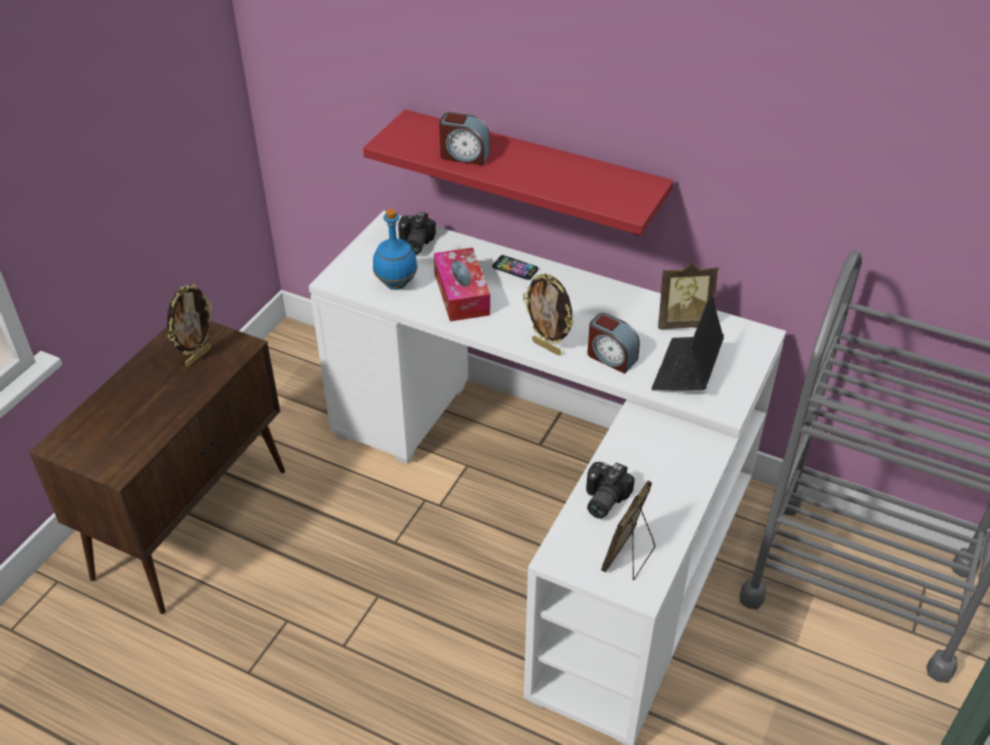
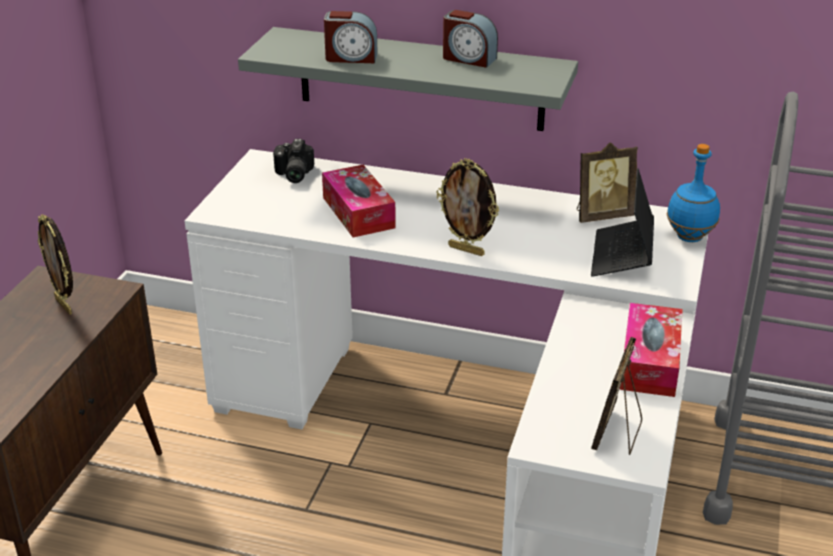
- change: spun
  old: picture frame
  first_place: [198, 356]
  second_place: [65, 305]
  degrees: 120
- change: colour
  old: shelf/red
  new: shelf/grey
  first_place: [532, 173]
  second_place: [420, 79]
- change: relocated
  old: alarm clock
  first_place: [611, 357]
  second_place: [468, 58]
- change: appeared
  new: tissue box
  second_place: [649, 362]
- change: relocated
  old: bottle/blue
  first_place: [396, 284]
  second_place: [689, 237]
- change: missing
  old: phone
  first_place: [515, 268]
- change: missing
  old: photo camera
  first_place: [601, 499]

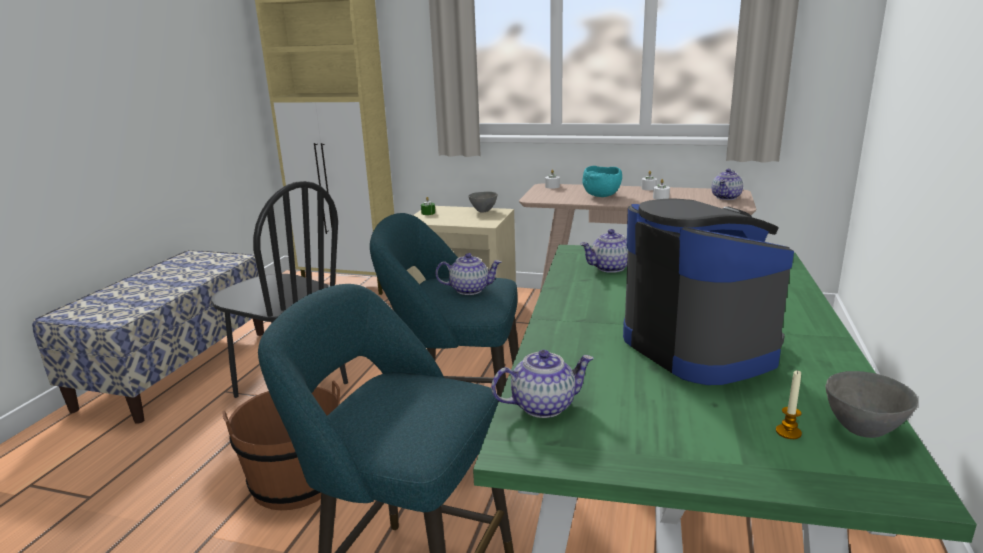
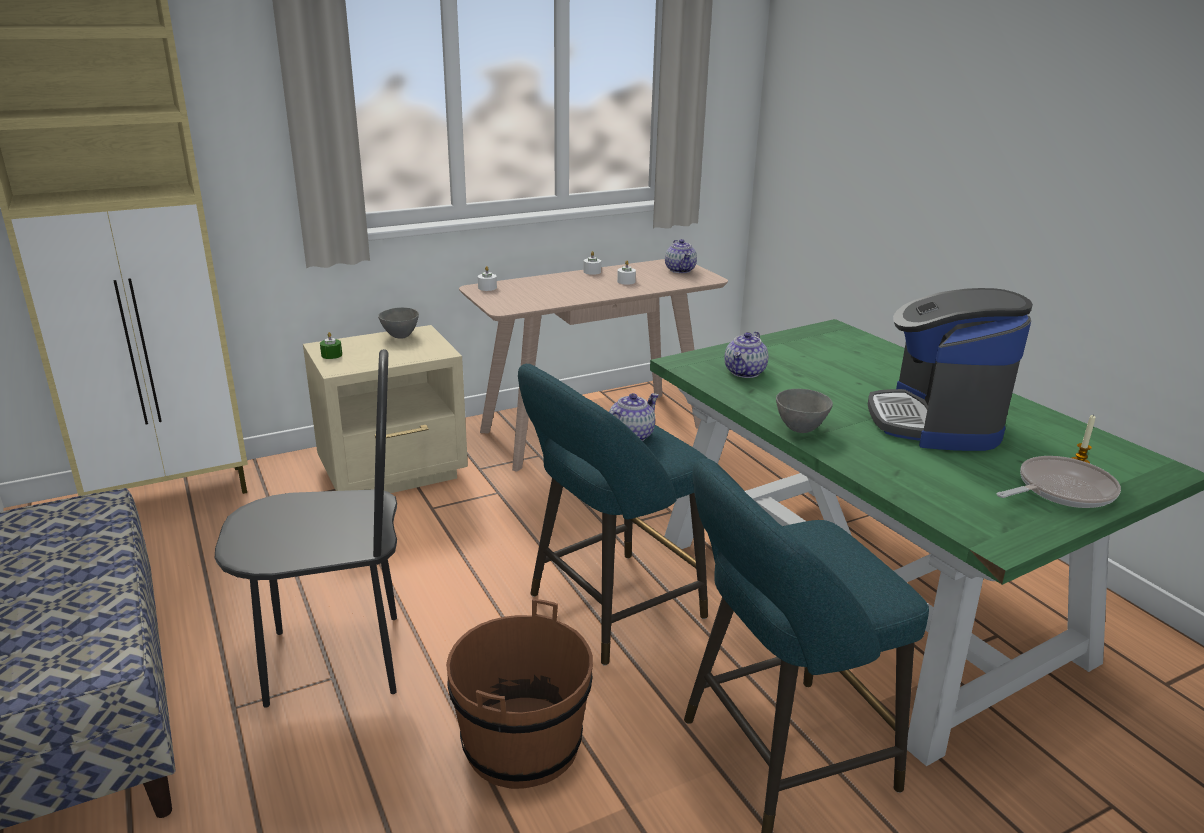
- change: relocated
  old: bowl/grey
  first_place: [863, 430]
  second_place: [800, 429]
- change: spun
  old: coffee machine
  first_place: [699, 346]
  second_place: [935, 422]
  degrees: -105
- change: appeared
  new: frying pan
  second_place: [1060, 490]
- change: missing
  old: teapot
  first_place: [543, 405]
- change: missing
  old: bowl/turquoise
  first_place: [601, 195]

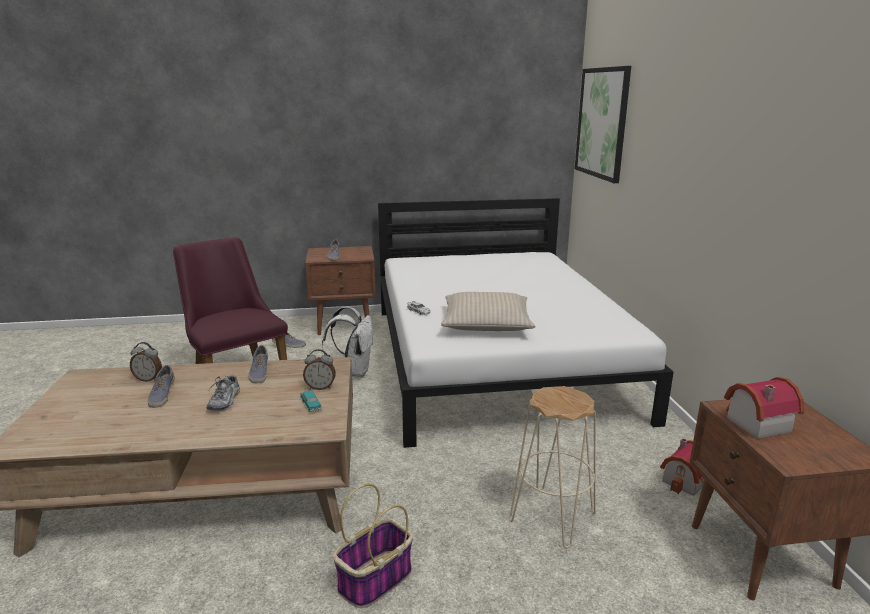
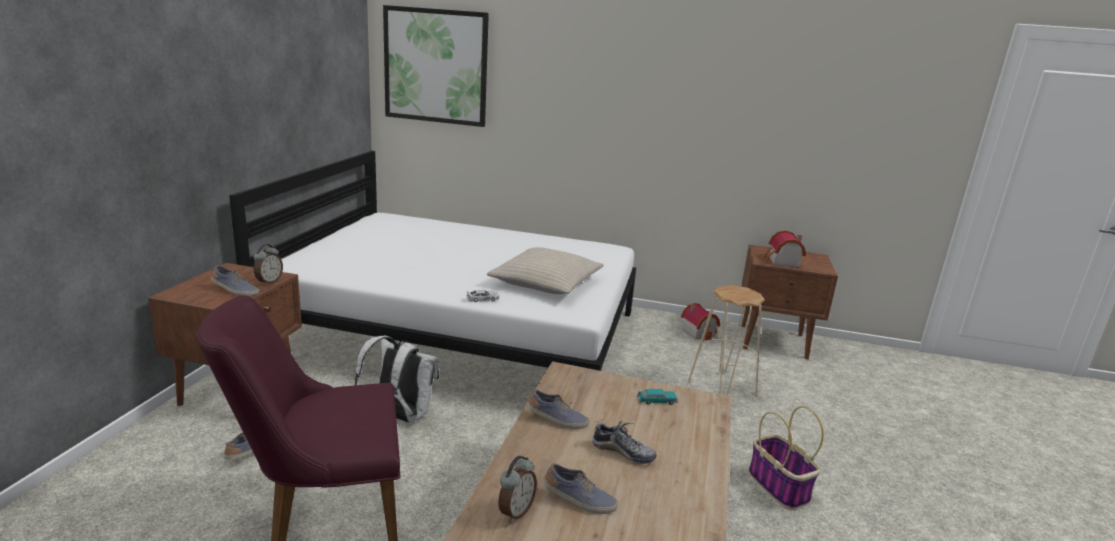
- change: relocated
  old: alarm clock
  first_place: [320, 387]
  second_place: [269, 281]

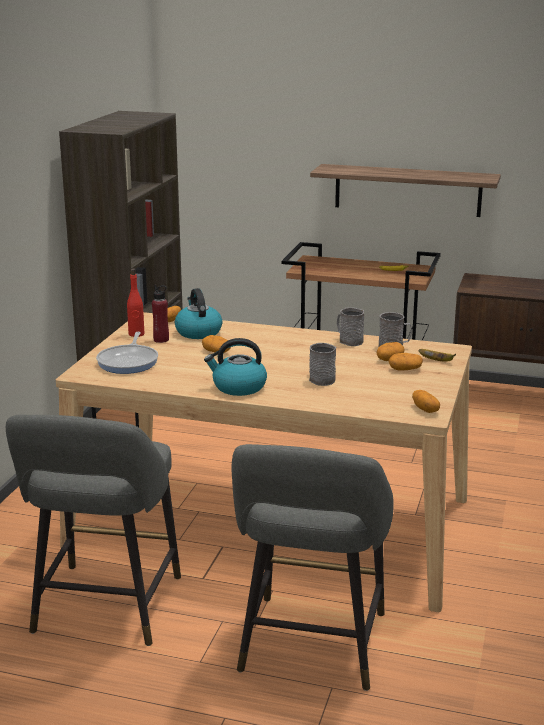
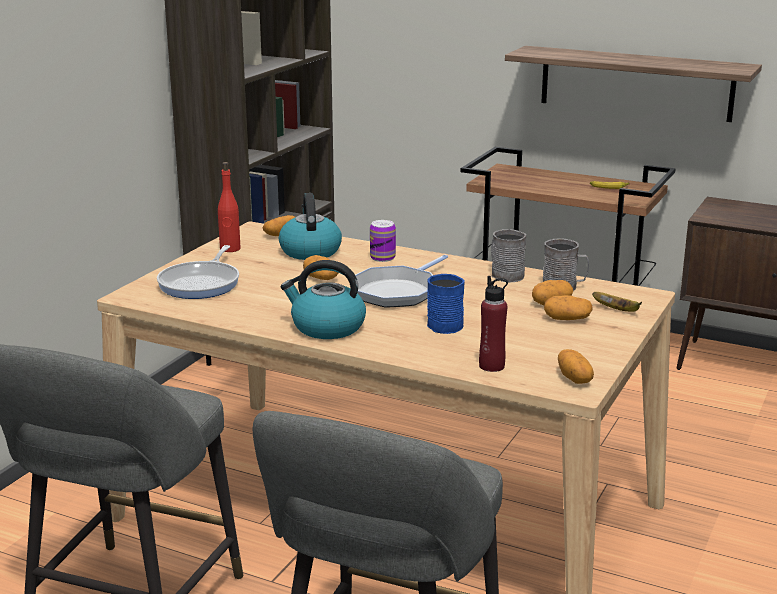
- change: appeared
  new: frying pan
  second_place: [397, 292]
- change: appeared
  new: can
  second_place: [382, 258]
- change: colour
  old: mug/grey
  new: mug/blue
  first_place: [320, 379]
  second_place: [442, 324]
- change: relocated
  old: bottle/red
  first_place: [161, 340]
  second_place: [492, 366]

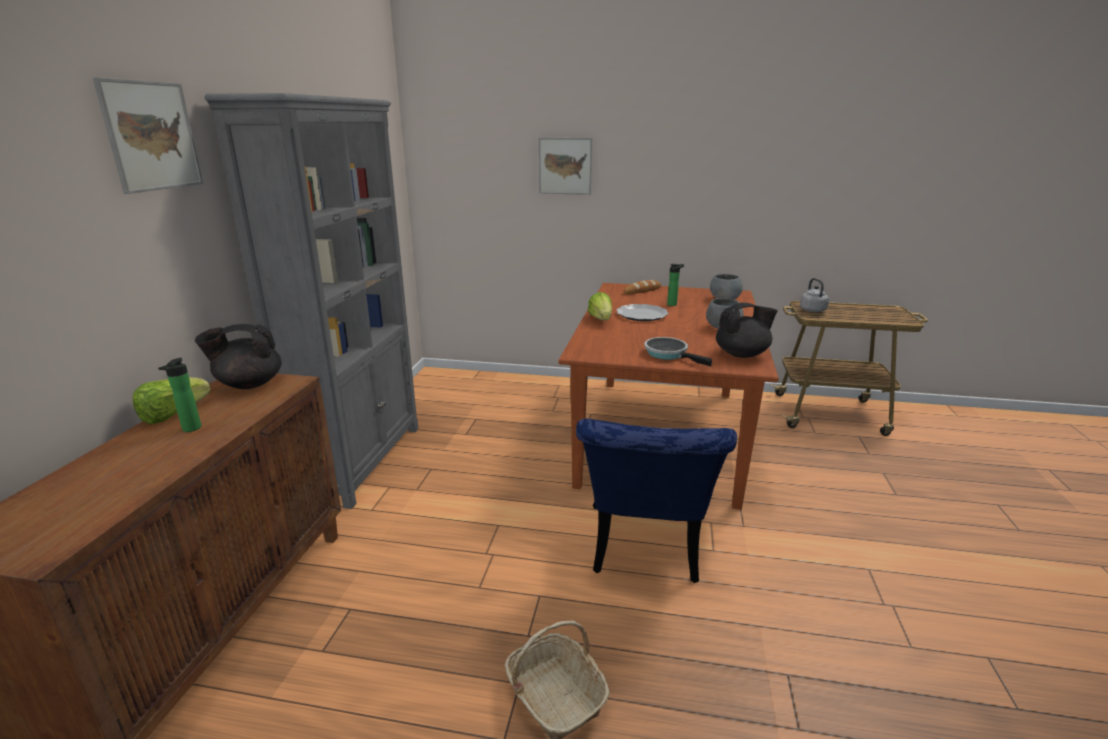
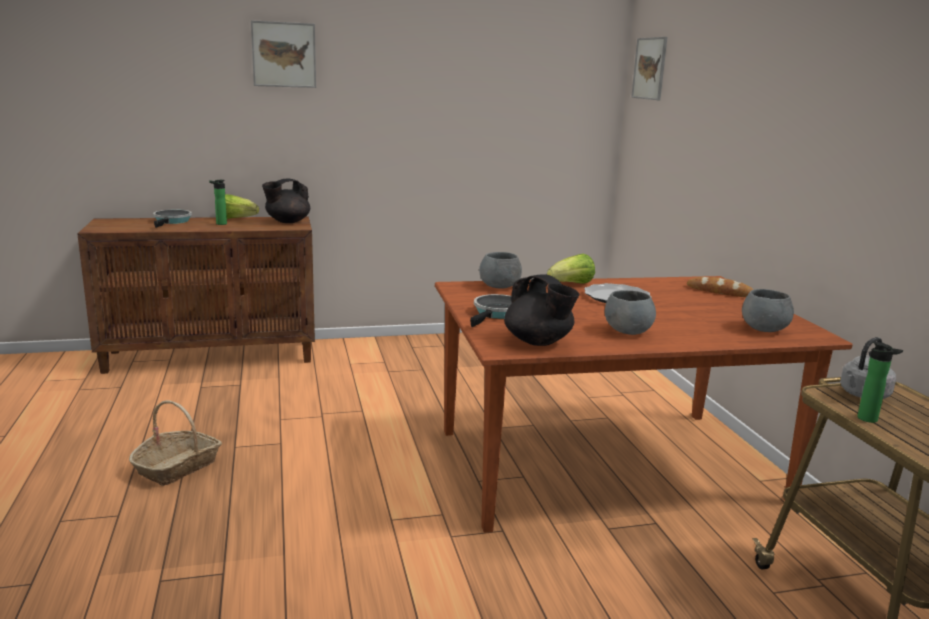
- change: appeared
  new: frying pan
  second_place: [172, 221]
- change: spun
  old: teapot/black
  first_place: [249, 384]
  second_place: [287, 221]
  degrees: -90
- change: appeared
  new: bowl/grey
  second_place: [500, 287]
- change: relocated
  old: picture
  first_place: [565, 166]
  second_place: [649, 68]
- change: relocated
  old: bottle
  first_place: [673, 304]
  second_place: [870, 420]
- change: missing
  old: bookcase/grey
  first_place: [362, 460]
- change: missing
  old: chair/blue
  first_place: [643, 550]

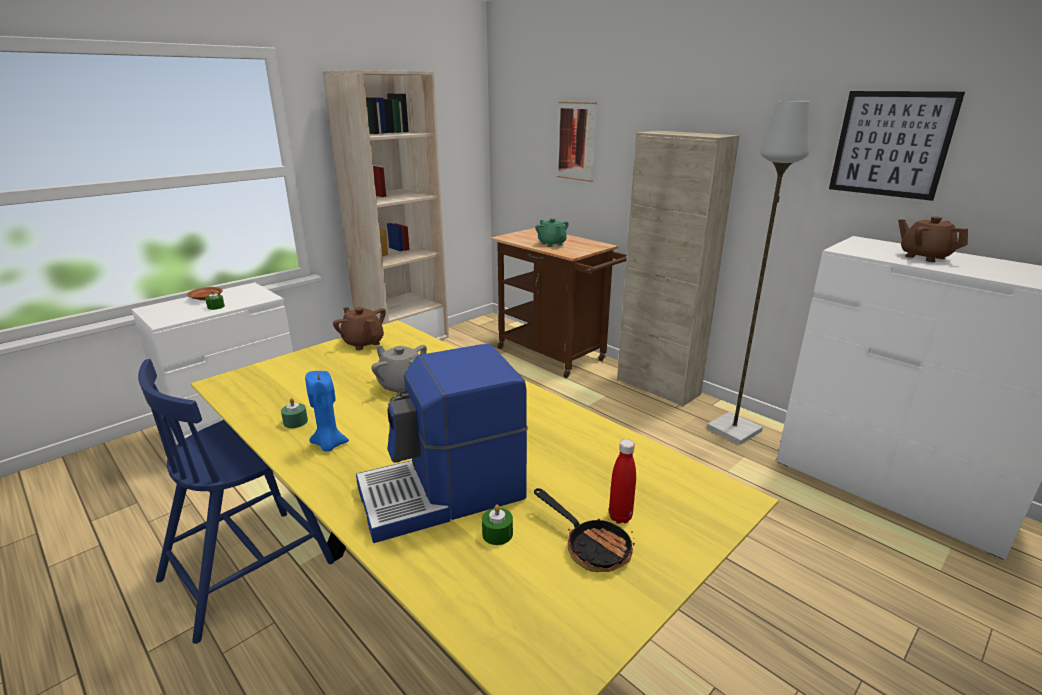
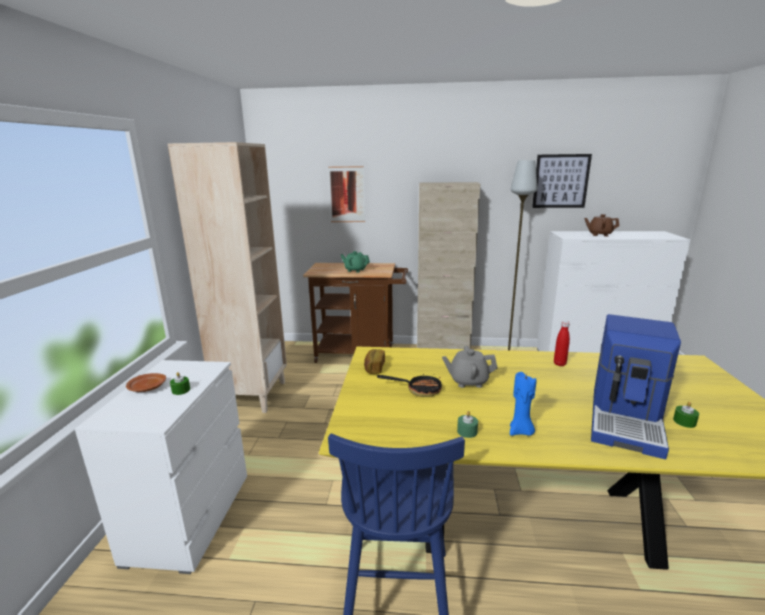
- change: exchanged
  old: teapot/brown
  new: bread
  first_place: [363, 343]
  second_place: [374, 368]
- change: relocated
  old: frying pan
  first_place: [590, 546]
  second_place: [418, 389]
- change: relocated
  old: bottle/red
  first_place: [620, 517]
  second_place: [559, 364]

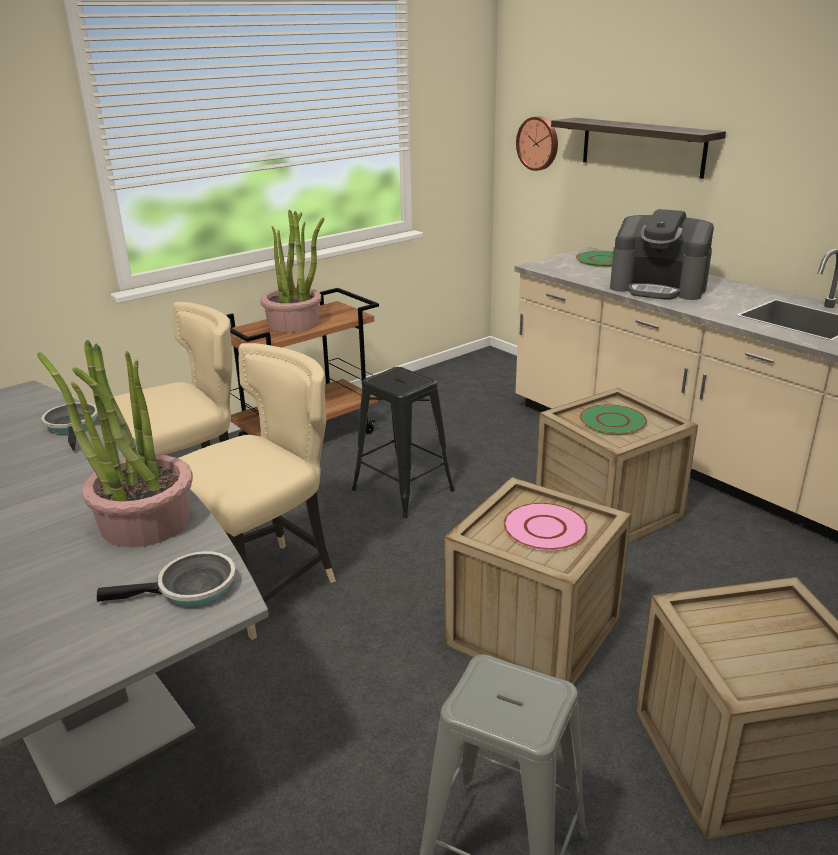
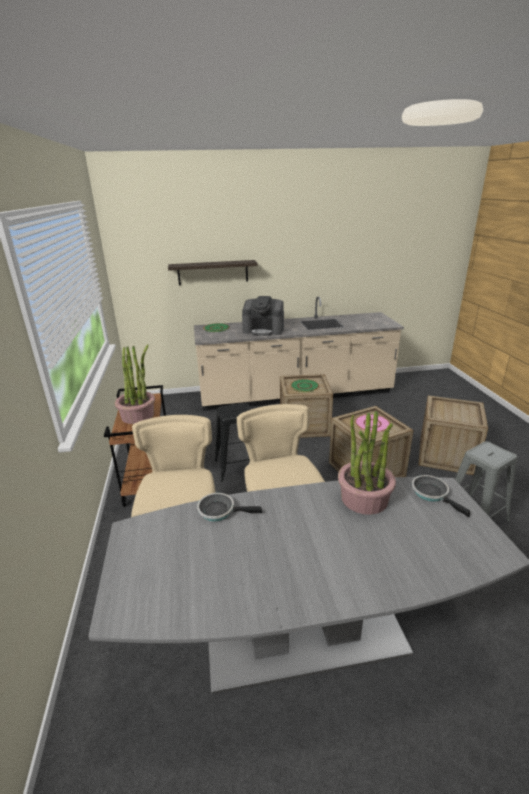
- change: spun
  old: coffee machine
  first_place: [658, 287]
  second_place: [264, 330]
  degrees: 45
- change: spun
  old: frying pan
  first_place: [191, 589]
  second_place: [432, 494]
  degrees: -45
- change: missing
  old: wall clock
  first_place: [538, 143]

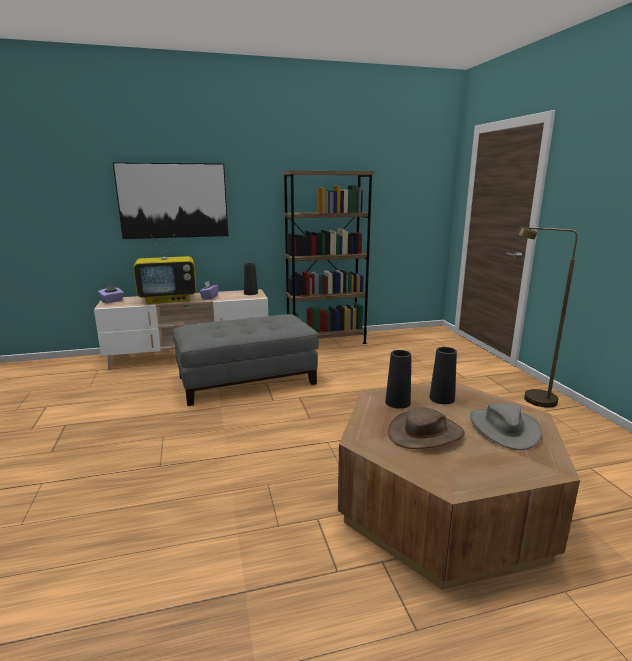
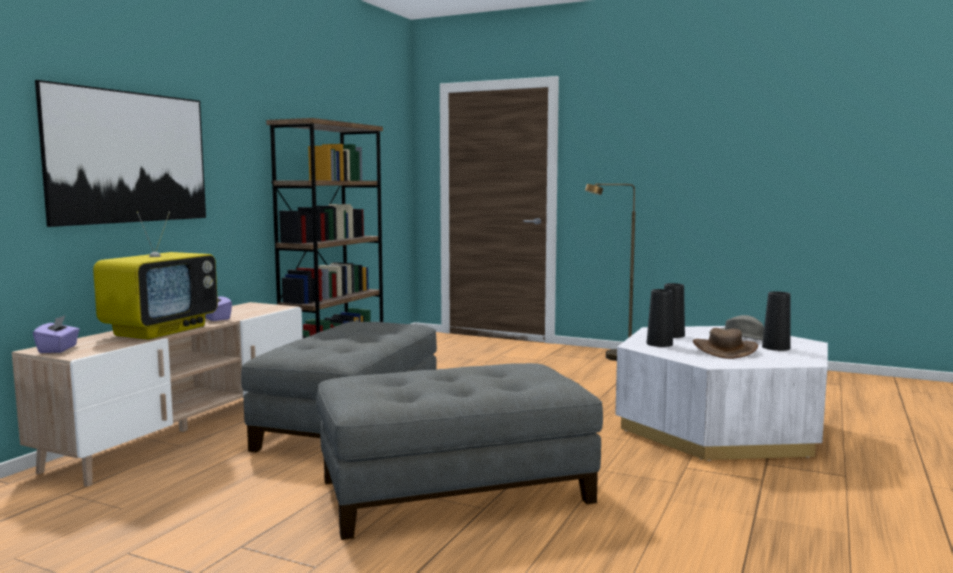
- change: appeared
  new: ottoman/grey
  second_place: [455, 492]
- change: colour
  old: coffee table/brown
  new: coffee table/white
  first_place: [443, 505]
  second_place: [720, 427]
- change: relocated
  old: vase/black
  first_place: [250, 293]
  second_place: [776, 347]

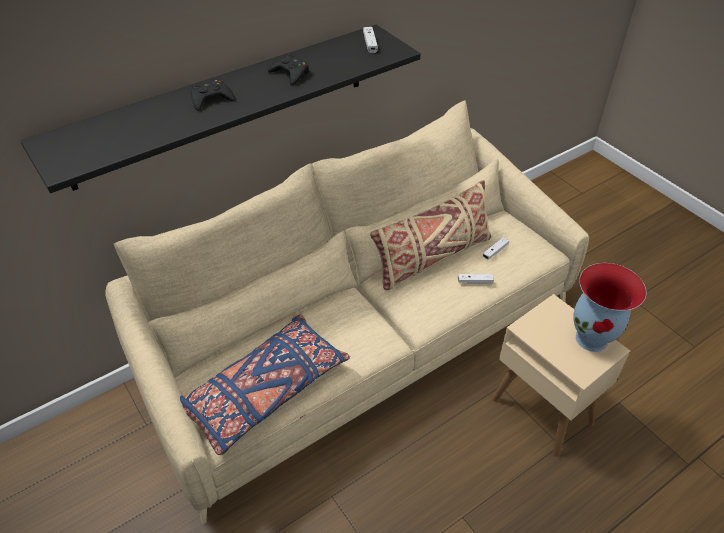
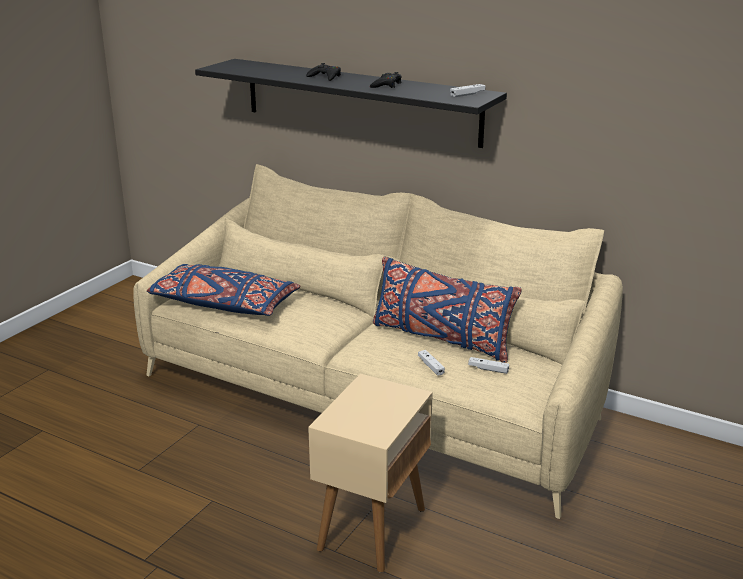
- change: colour
  old: pillow/beige
  new: pillow/blue
  first_place: [432, 258]
  second_place: [441, 338]
- change: missing
  old: vase
  first_place: [592, 339]

